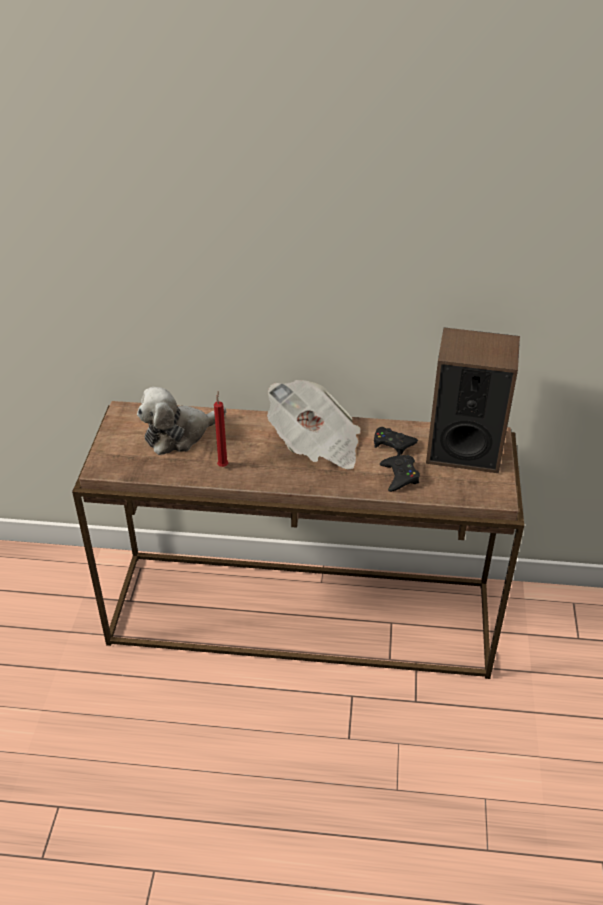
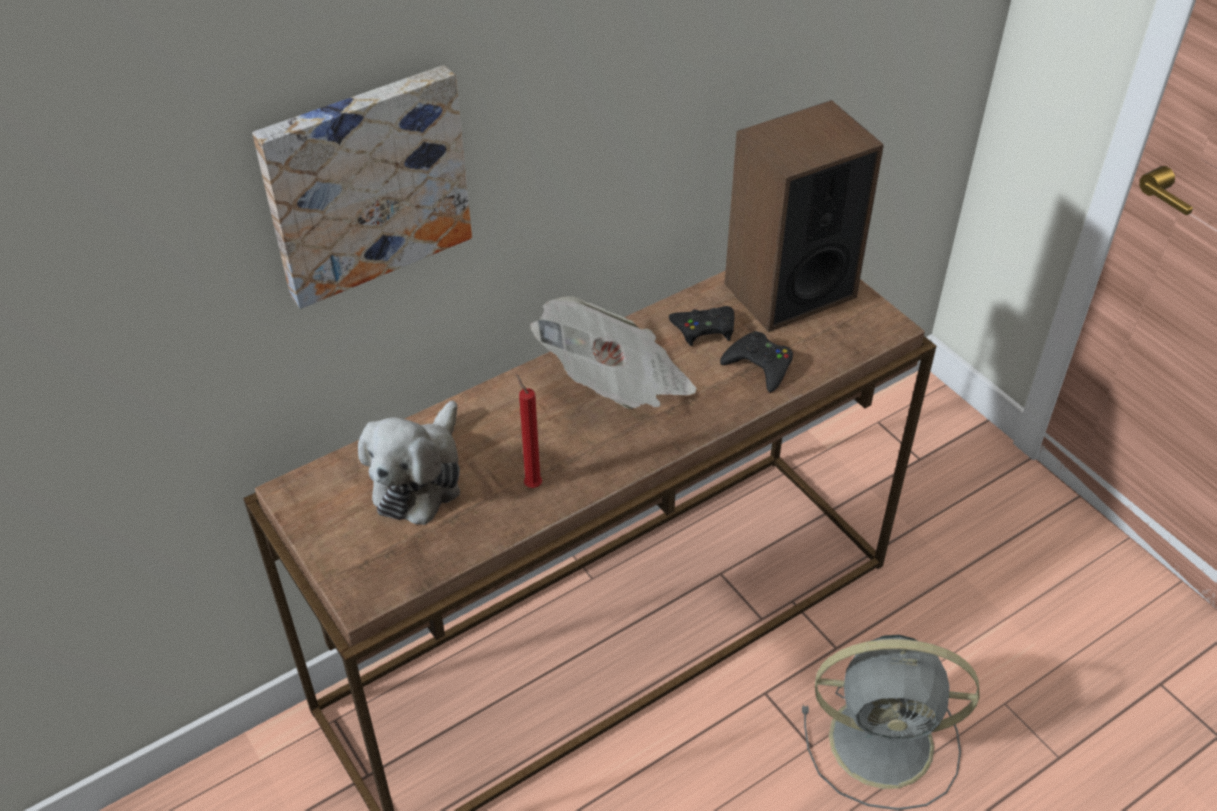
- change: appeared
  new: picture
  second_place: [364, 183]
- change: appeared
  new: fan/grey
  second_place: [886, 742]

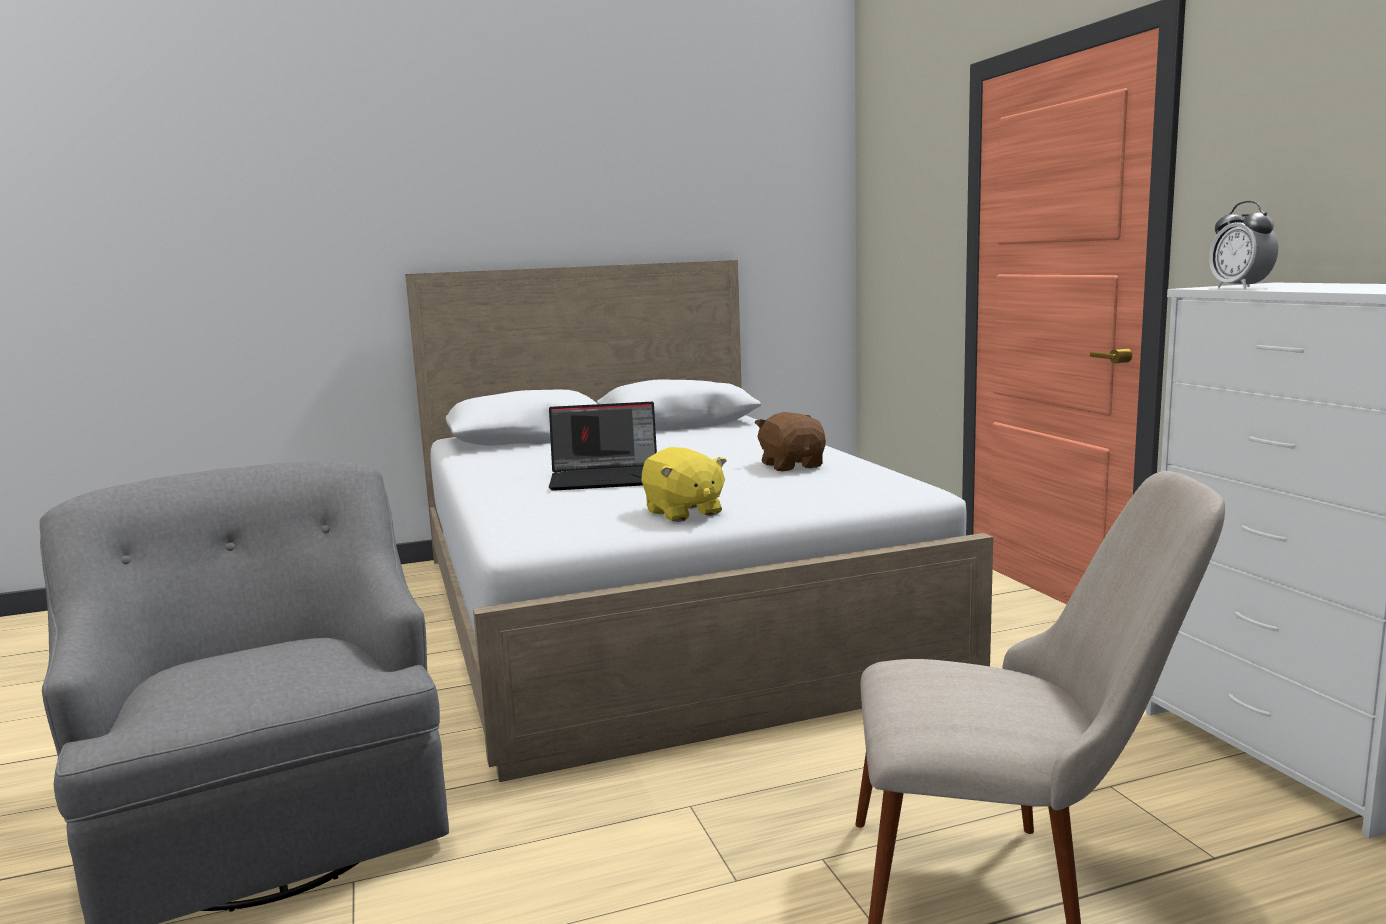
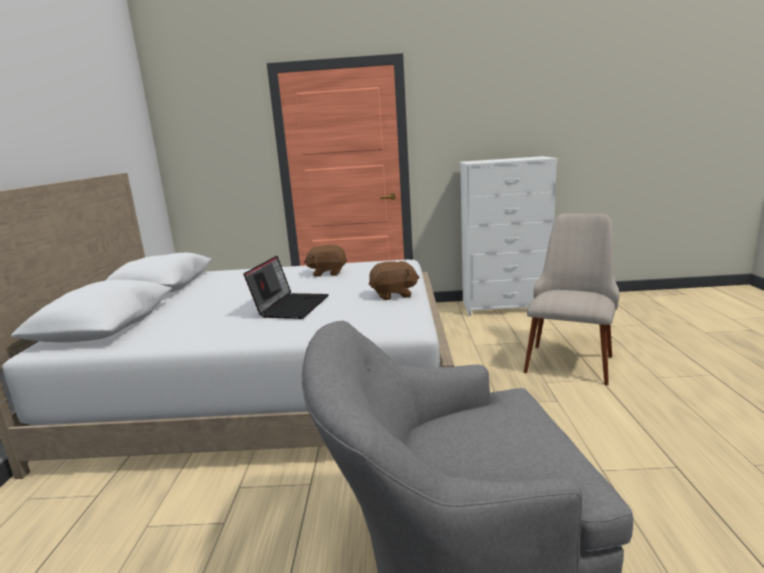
- change: colour
  old: plush toy/yellow
  new: plush toy/brown
  first_place: [683, 513]
  second_place: [393, 295]
- change: missing
  old: alarm clock
  first_place: [1240, 287]

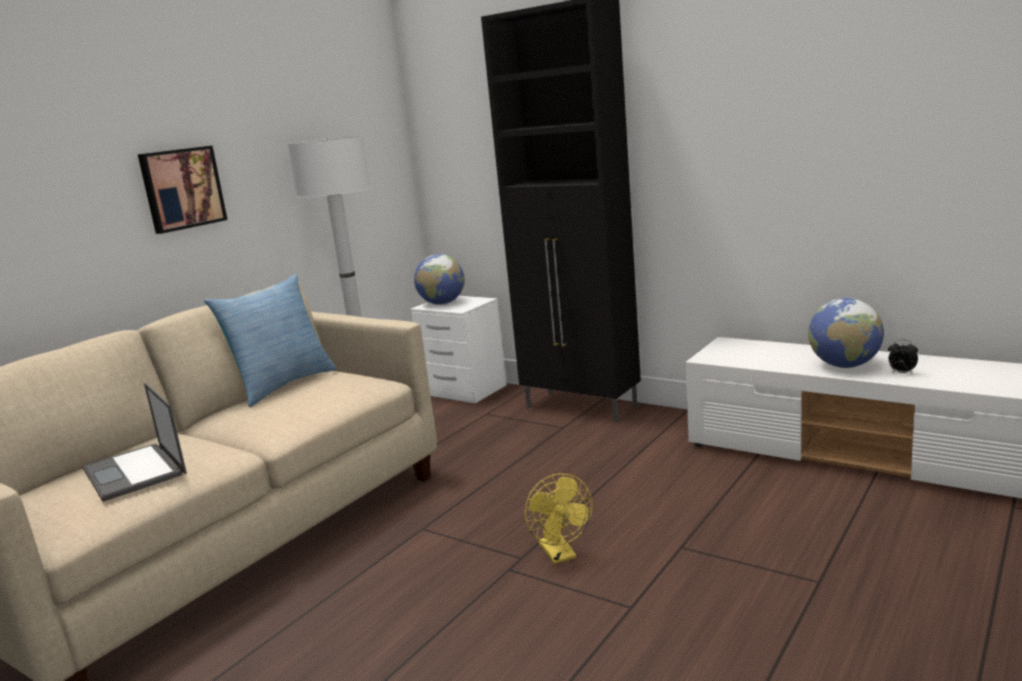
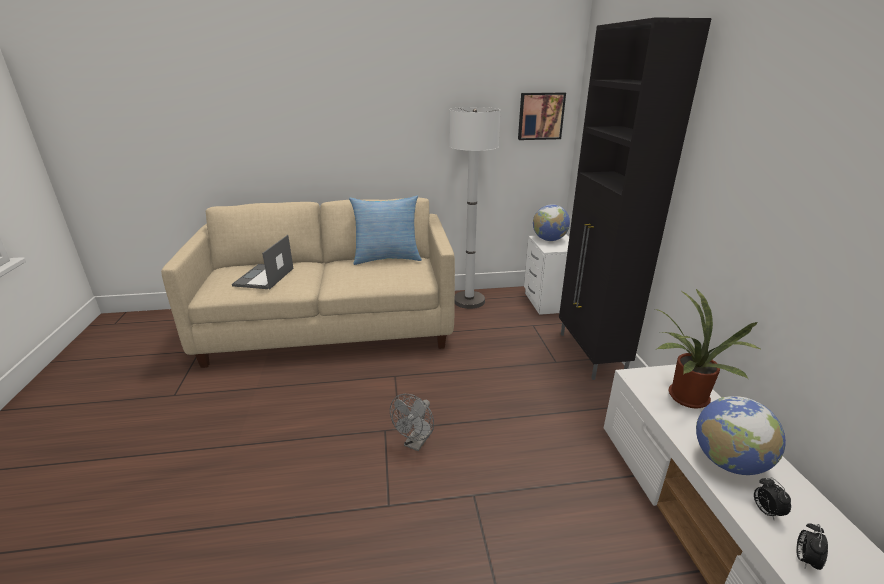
- change: colour
  old: fan/yellow
  new: fan/grey
  first_place: [560, 555]
  second_place: [415, 443]
- change: relocated
  old: picture
  first_place: [181, 188]
  second_place: [540, 116]
- change: appeared
  new: potted plant
  second_place: [684, 398]
- change: appeared
  new: alarm clock
  second_place: [804, 559]

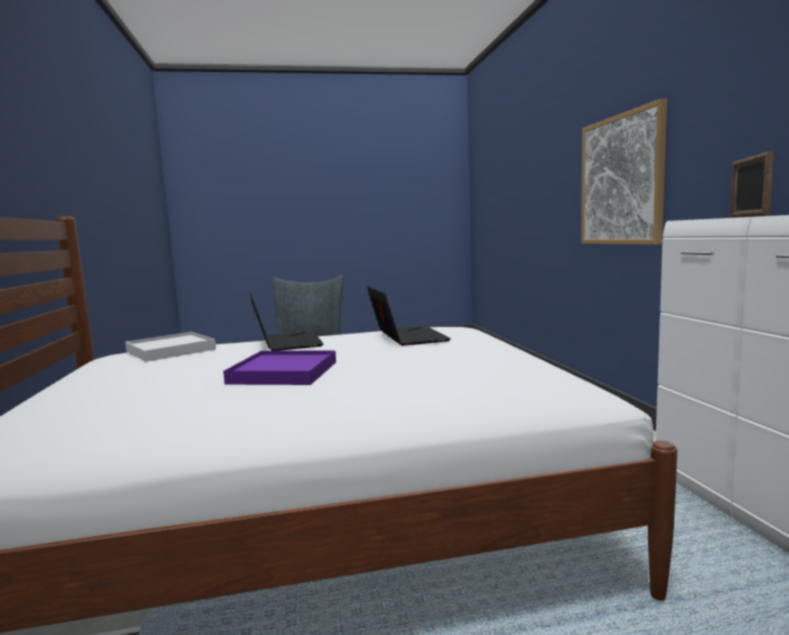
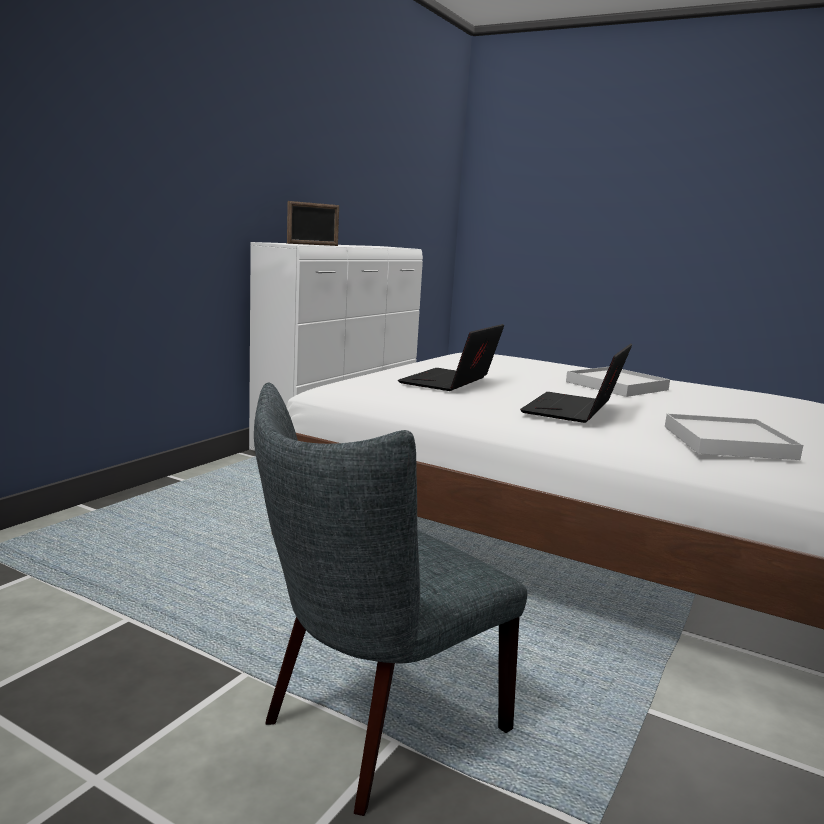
- change: colour
  old: tray/purple
  new: tray/white
  first_place: [284, 372]
  second_place: [616, 386]
- change: missing
  old: picture
  first_place: [621, 180]

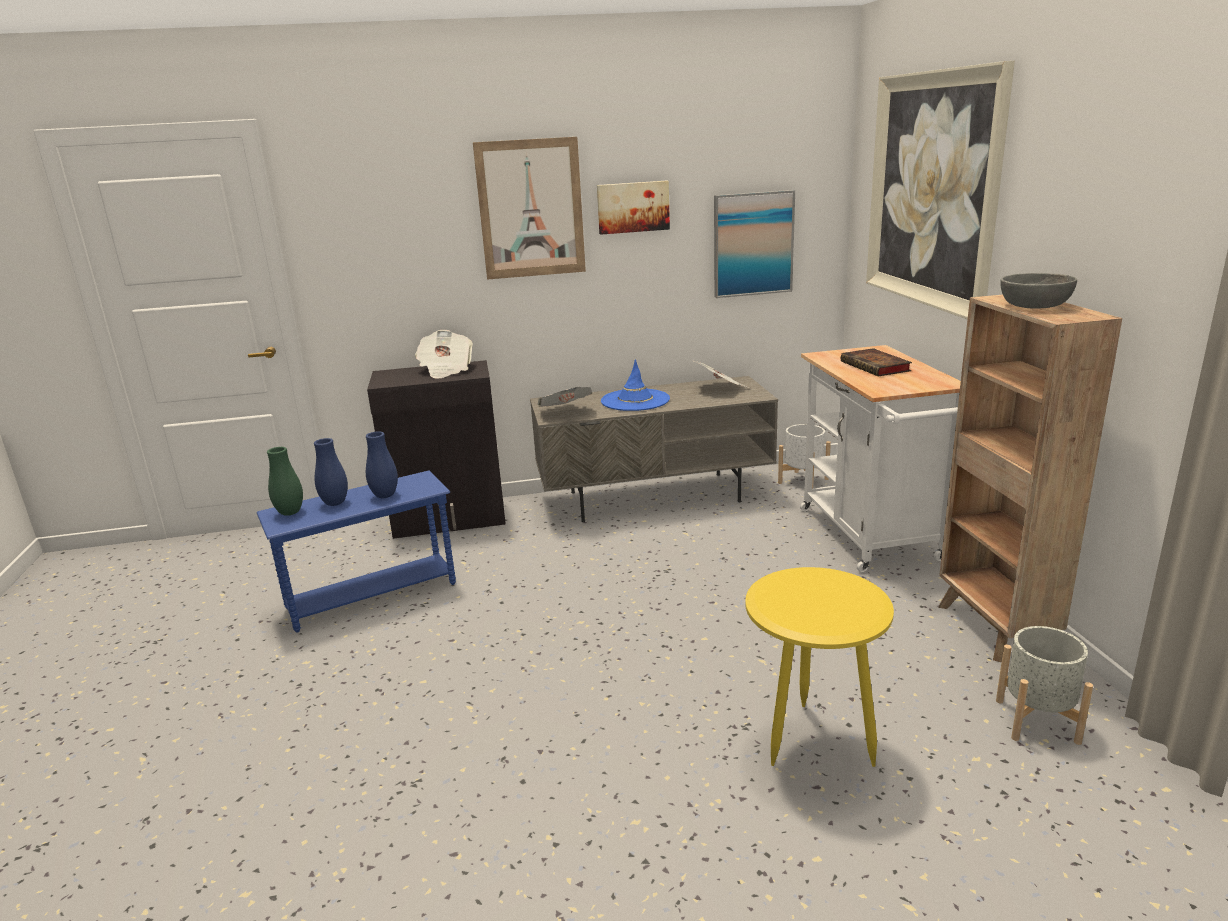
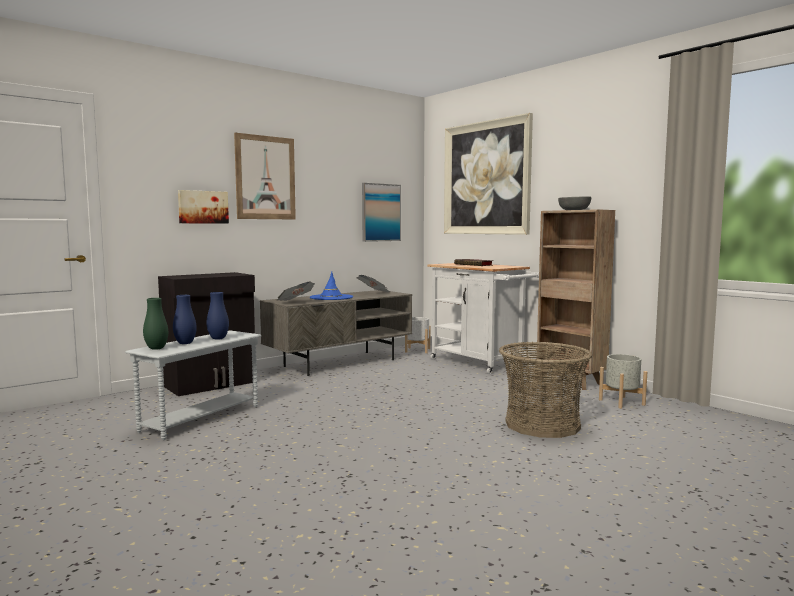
- change: colour
  old: side table/blue
  new: side table/white
  first_place: [371, 596]
  second_place: [200, 419]
- change: relocated
  old: picture
  first_place: [633, 207]
  second_place: [203, 207]
- change: exchanged
  old: side table/yellow
  new: basket
  first_place: [811, 746]
  second_place: [542, 425]
- change: missing
  old: newspaper
  first_place: [446, 370]

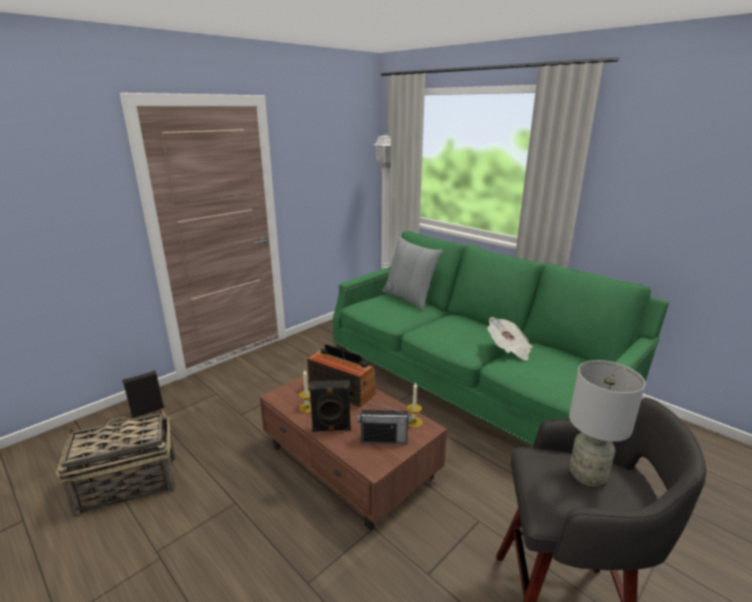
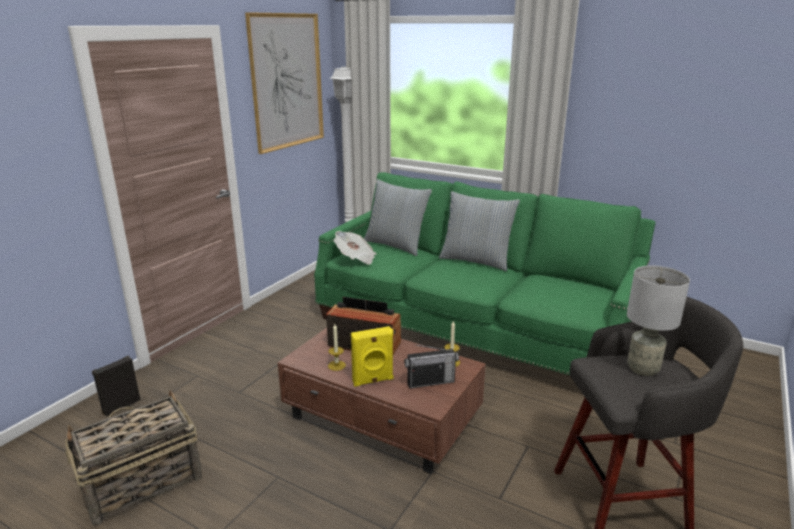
- change: appeared
  new: picture
  second_place: [287, 81]
- change: relocated
  old: newspaper
  first_place: [509, 349]
  second_place: [355, 258]
- change: colour
  old: speaker/black
  new: speaker/yellow
  first_place: [331, 429]
  second_place: [373, 381]
- change: appeared
  new: pillow
  second_place: [476, 260]

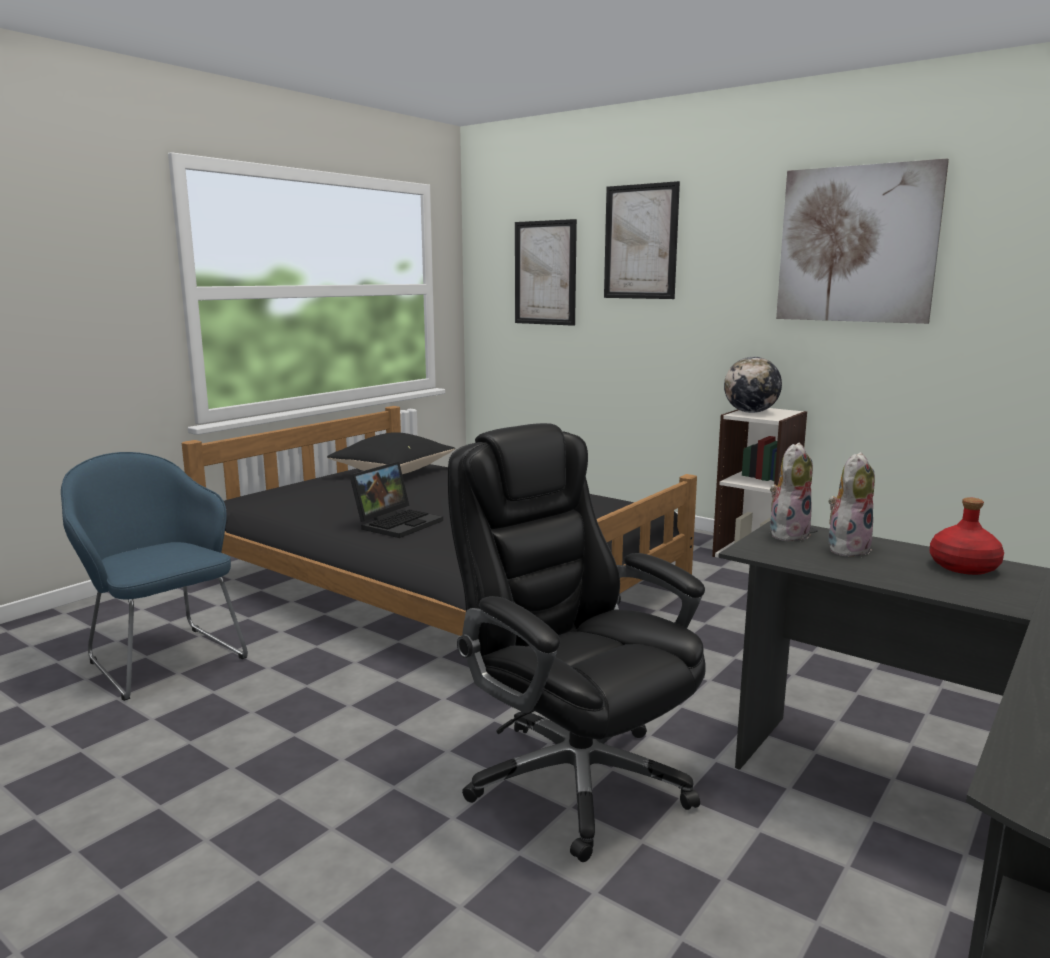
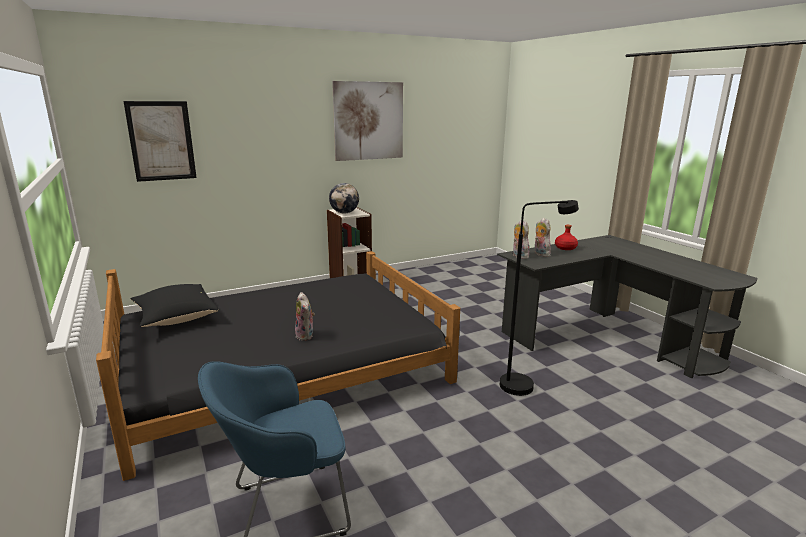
- change: exchanged
  old: laptop
  new: plush toy
  first_place: [398, 523]
  second_place: [306, 336]
- change: exchanged
  old: office chair/black
  new: floor lamp/black
  first_place: [575, 777]
  second_place: [524, 384]
- change: missing
  old: picture
  first_place: [640, 242]

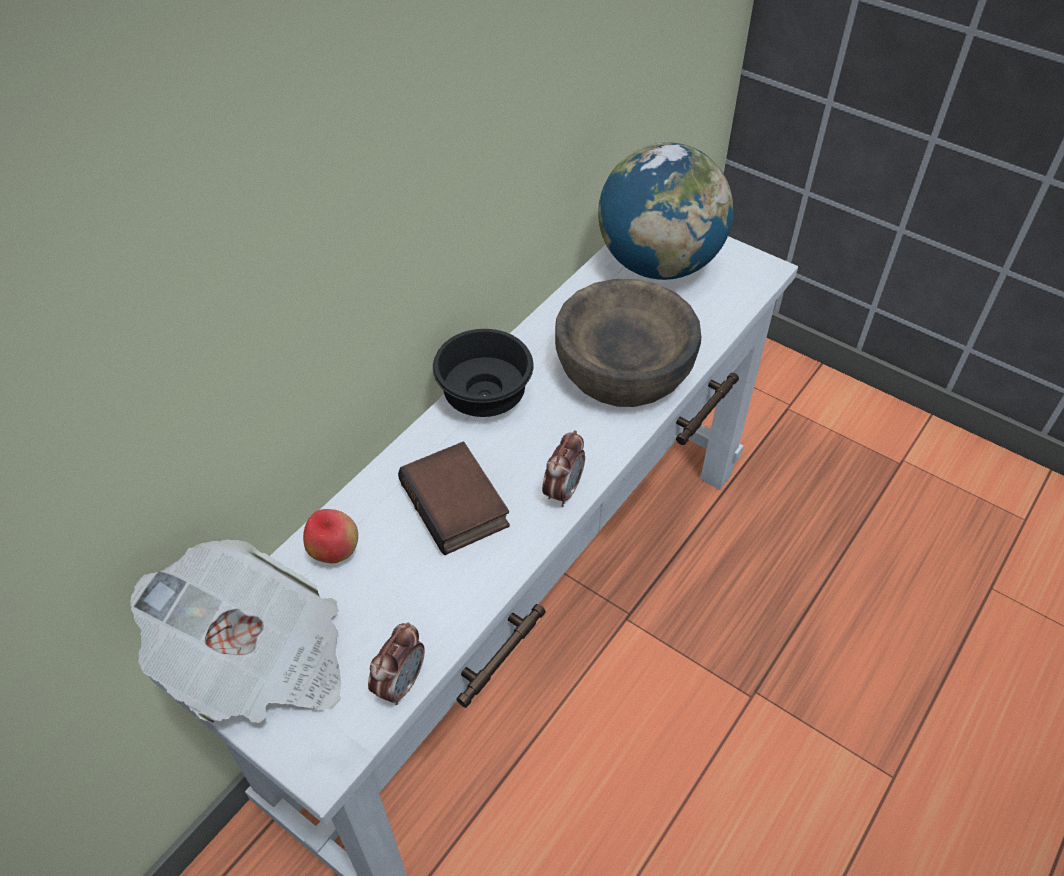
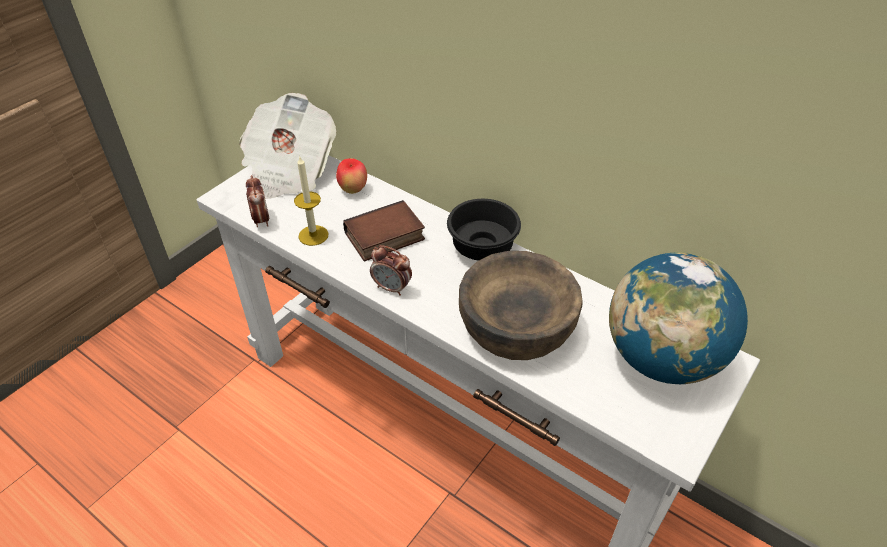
- change: spun
  old: alarm clock
  first_place: [400, 683]
  second_place: [261, 220]
  degrees: -135
- change: appeared
  new: candle
  second_place: [313, 235]

